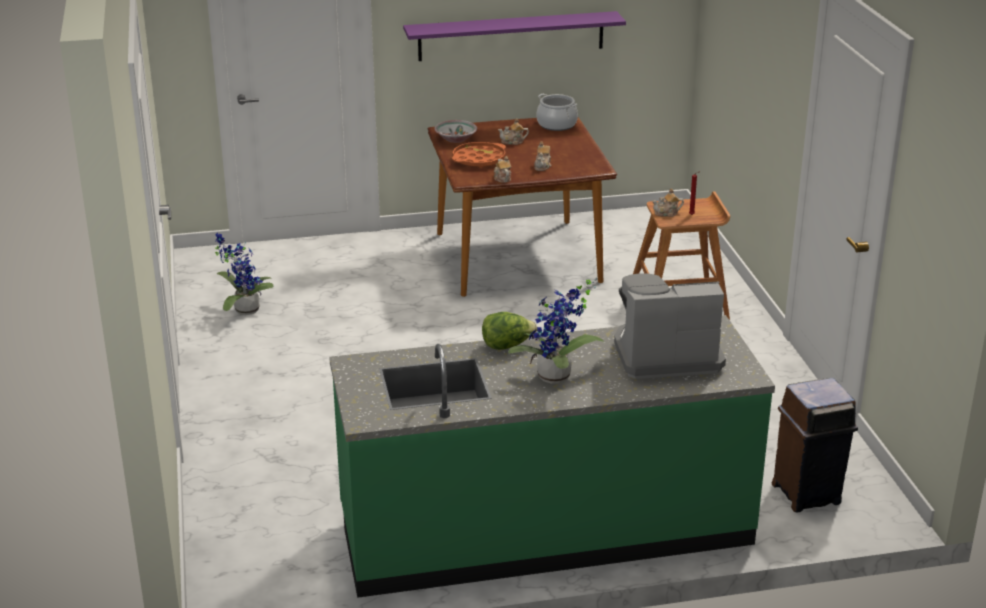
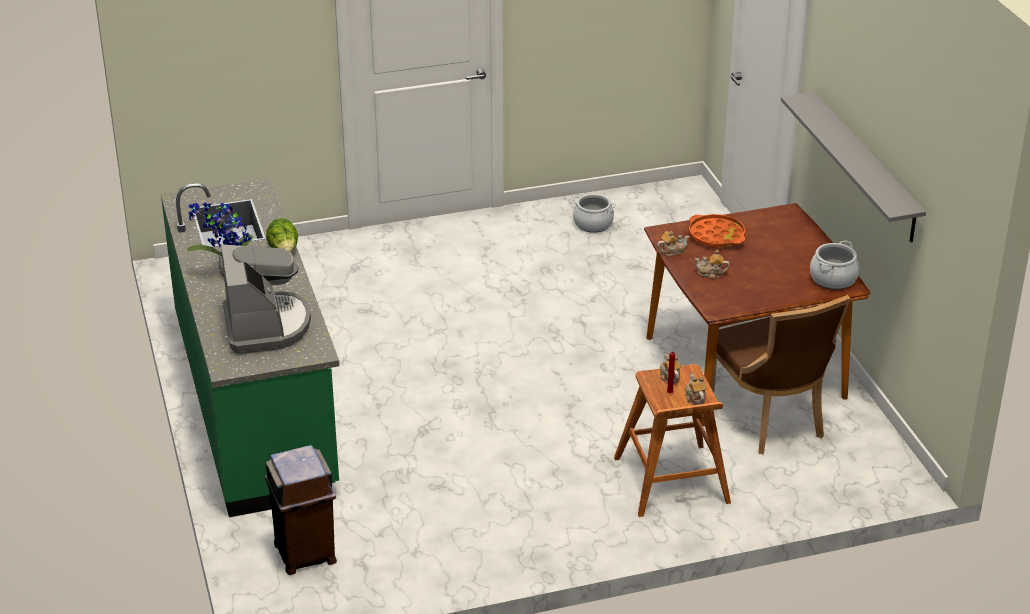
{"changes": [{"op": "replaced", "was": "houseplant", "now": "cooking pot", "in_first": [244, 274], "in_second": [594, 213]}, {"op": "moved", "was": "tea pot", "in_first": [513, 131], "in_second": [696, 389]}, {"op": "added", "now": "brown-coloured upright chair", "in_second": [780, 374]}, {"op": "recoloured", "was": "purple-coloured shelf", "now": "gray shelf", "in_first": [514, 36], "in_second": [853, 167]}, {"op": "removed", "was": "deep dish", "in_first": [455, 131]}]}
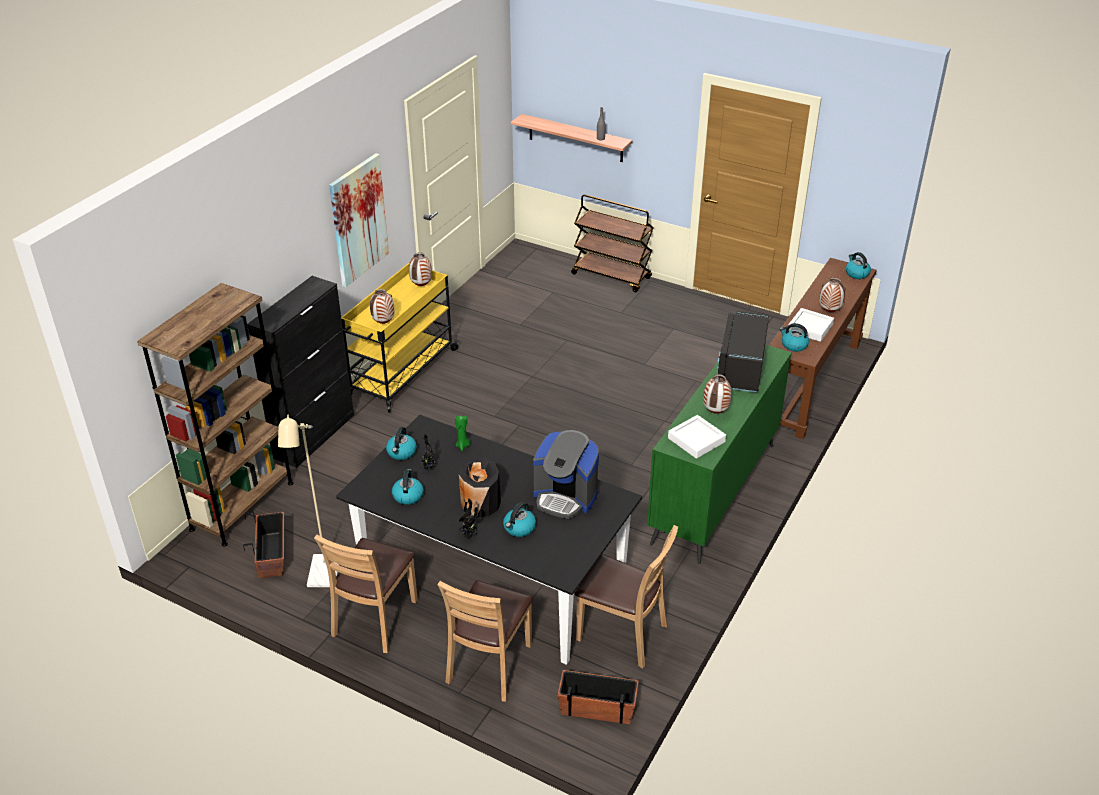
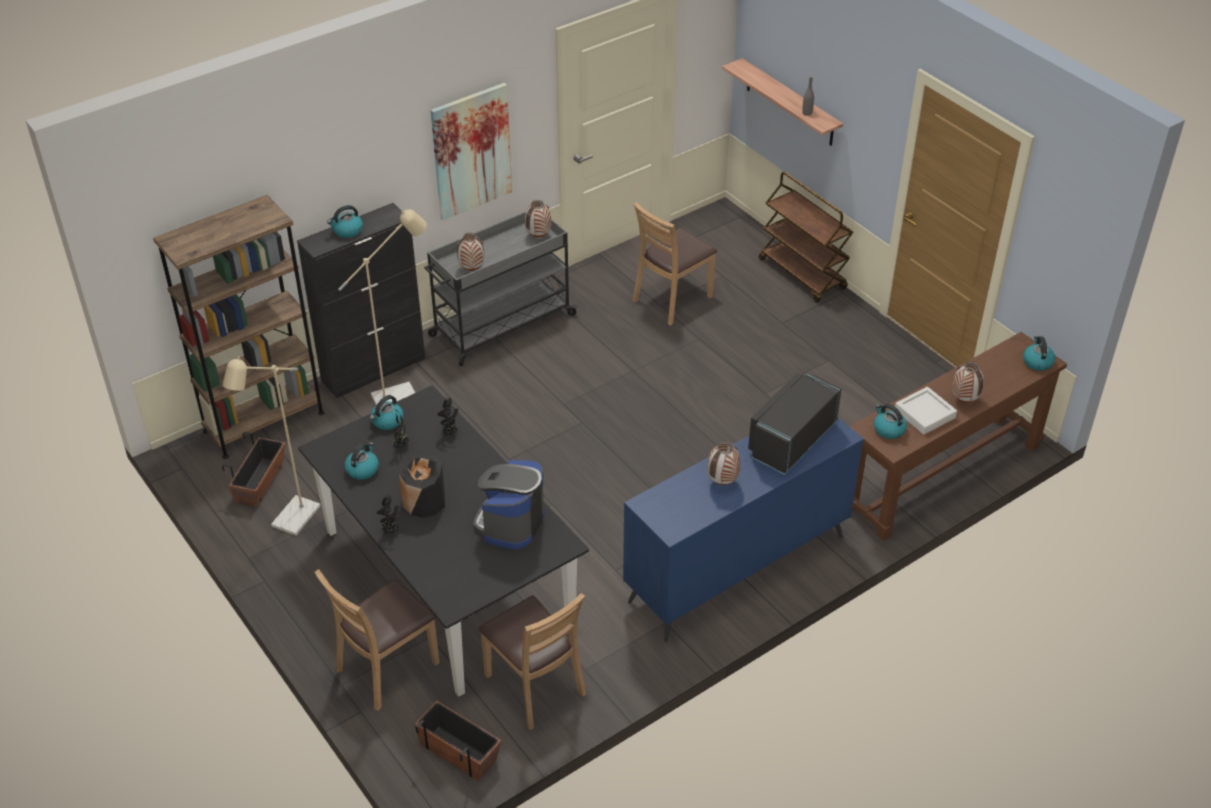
{"changes": [{"op": "moved", "was": "water kettle", "in_first": [519, 519], "in_second": [345, 221]}, {"op": "added", "now": "sand-coloured standing lamp", "in_second": [382, 307]}, {"op": "recoloured", "was": "yellow cart", "now": "gray cart", "in_first": [400, 338], "in_second": [501, 289]}, {"op": "replaced", "was": "greenish wax candle", "now": "houseplant", "in_first": [462, 433], "in_second": [447, 416]}, {"op": "turned", "was": "coffee machine", "in_first": [566, 474], "in_second": [509, 505], "clockwise": 60}, {"op": "recoloured", "was": "greenish chest of drawers", "now": "bluish chest of drawers", "in_first": [719, 454], "in_second": [743, 529]}, {"op": "moved", "was": "brown-coloured upright chair", "in_first": [366, 594], "in_second": [674, 263]}, {"op": "removed", "was": "white carrying tray", "in_first": [697, 437]}]}
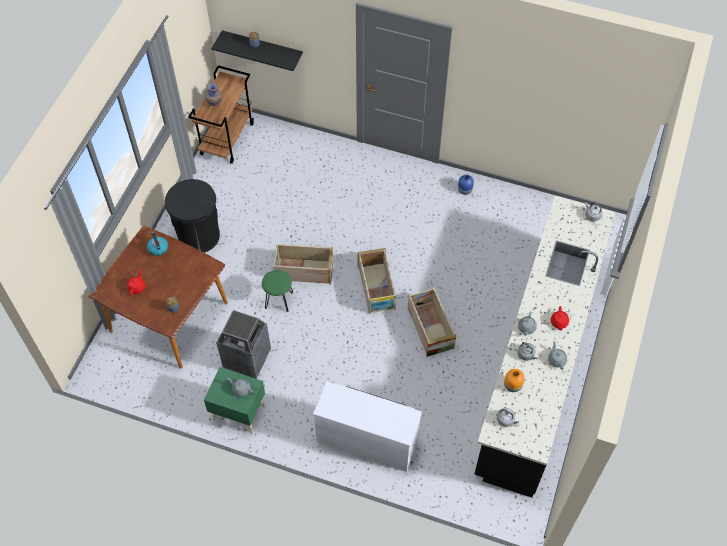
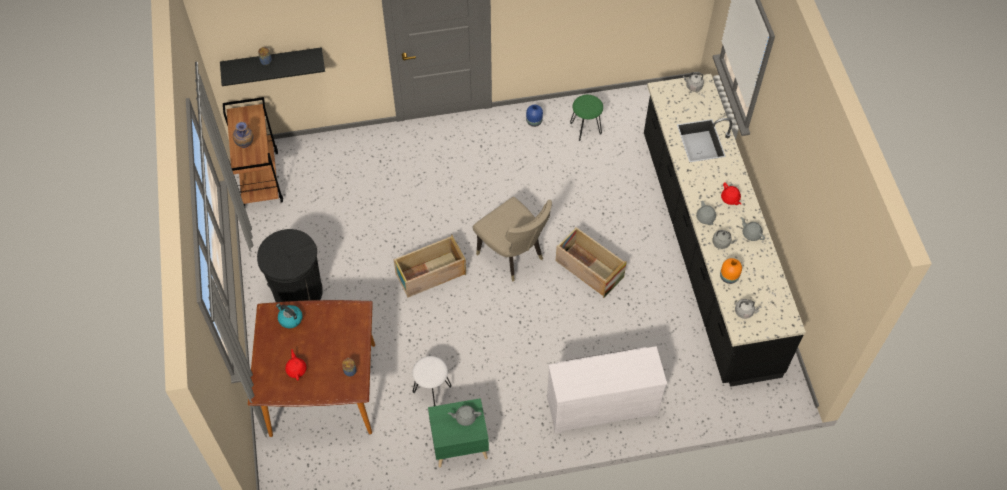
{"changes": [{"op": "replaced", "was": "rubbish bin", "now": "white sitting stool", "in_first": [243, 344], "in_second": [432, 381]}, {"op": "replaced", "was": "shipping crate", "now": "sand-coloured upright chair", "in_first": [376, 281], "in_second": [512, 239]}, {"op": "moved", "was": "greenish sitting stool", "in_first": [277, 291], "in_second": [586, 118]}]}
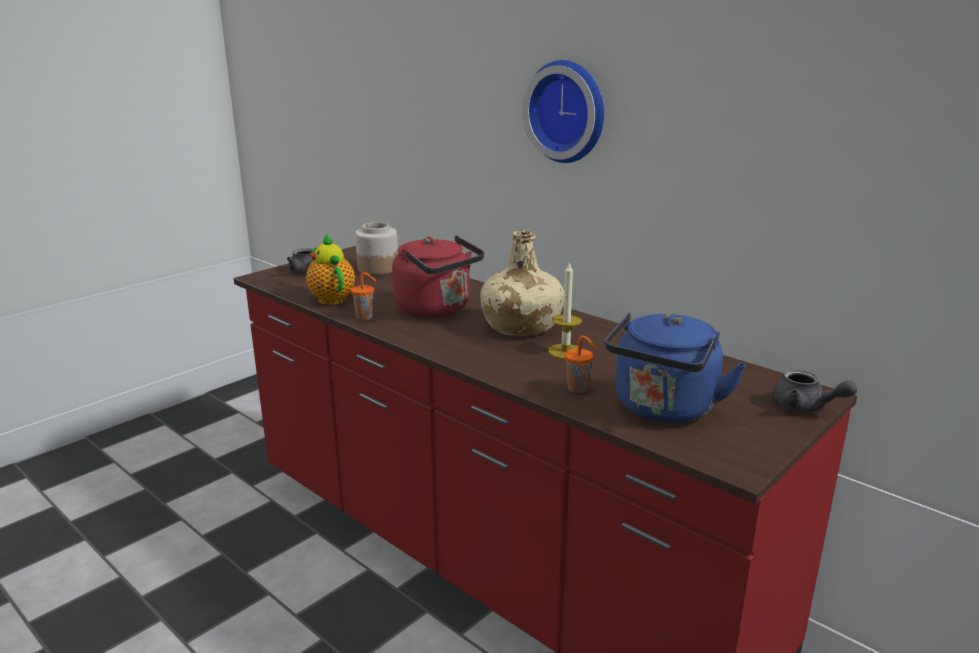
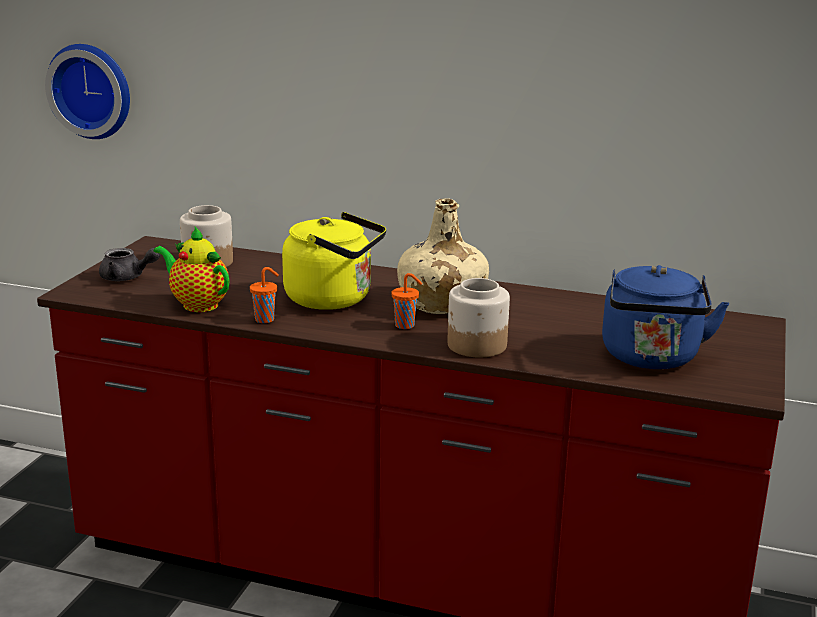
{"changes": [{"op": "moved", "was": "clock on the wall", "in_first": [563, 111], "in_second": [87, 91]}, {"op": "recoloured", "was": "reddish water kettle", "now": "yellow water kettle", "in_first": [438, 276], "in_second": [334, 261]}, {"op": "moved", "was": "orange cup", "in_first": [580, 364], "in_second": [406, 301]}, {"op": "added", "now": "storage jar", "in_second": [478, 317]}, {"op": "removed", "was": "wax candle", "in_first": [565, 310]}, {"op": "removed", "was": "gray tea pot", "in_first": [814, 390]}]}
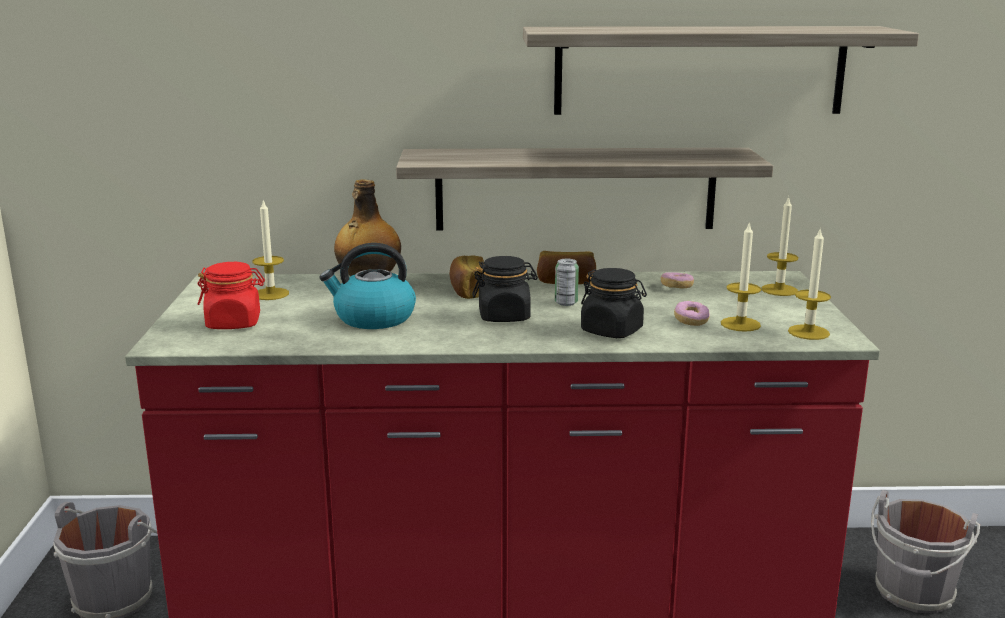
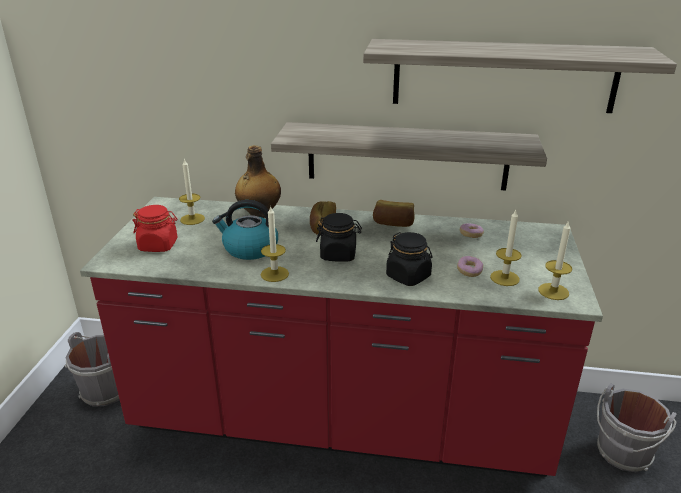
{"changes": [{"op": "moved", "was": "wax candle", "in_first": [779, 246], "in_second": [275, 243]}, {"op": "removed", "was": "sealed can", "in_first": [567, 282]}]}
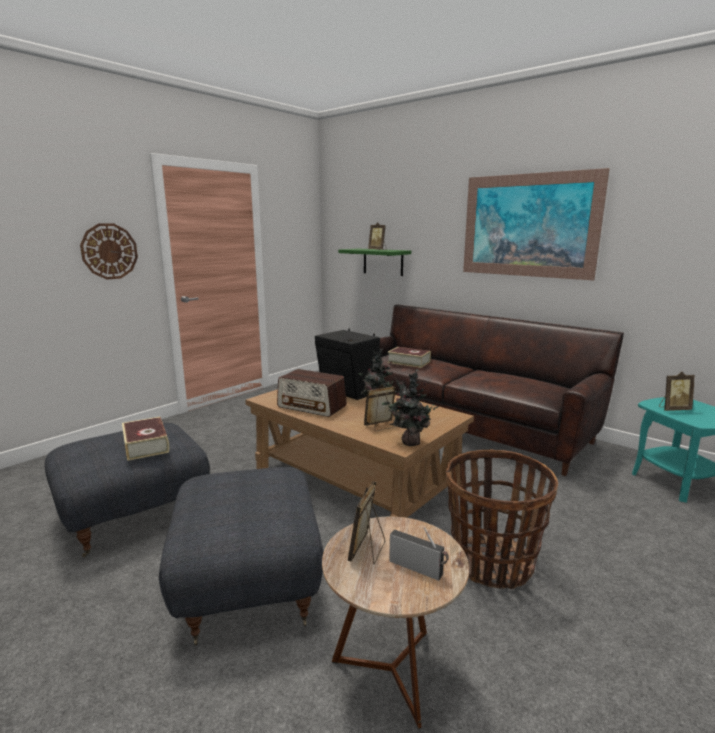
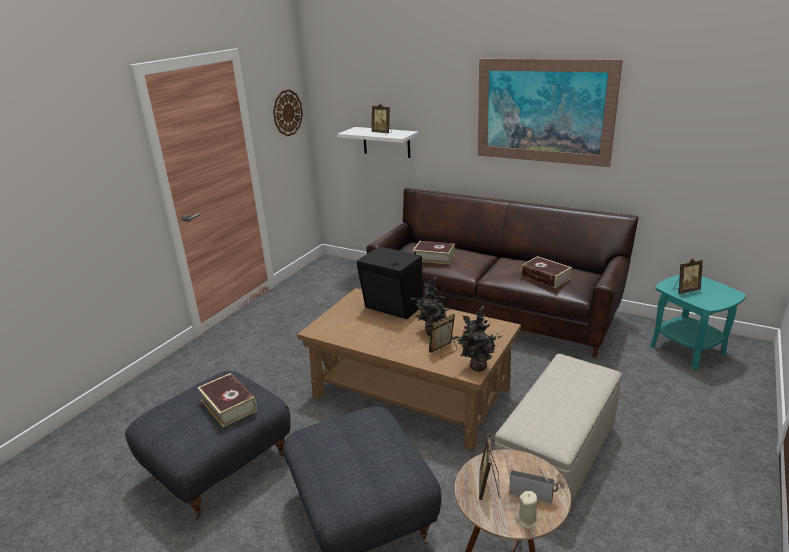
{"changes": [{"op": "moved", "was": "clock on the wall", "in_first": [109, 251], "in_second": [288, 113]}, {"op": "recoloured", "was": "greenish shelf", "now": "white shelf", "in_first": [374, 262], "in_second": [378, 142]}, {"op": "replaced", "was": "household basket", "now": "sand-coloured footrest", "in_first": [502, 519], "in_second": [558, 429]}, {"op": "added", "now": "sand-coloured wax candle", "in_second": [527, 509]}, {"op": "added", "now": "volume", "in_second": [546, 272]}, {"op": "removed", "was": "radio receiver", "in_first": [312, 393]}]}
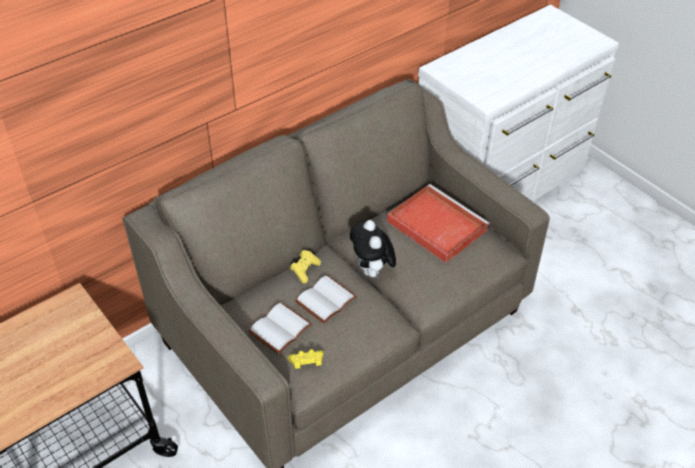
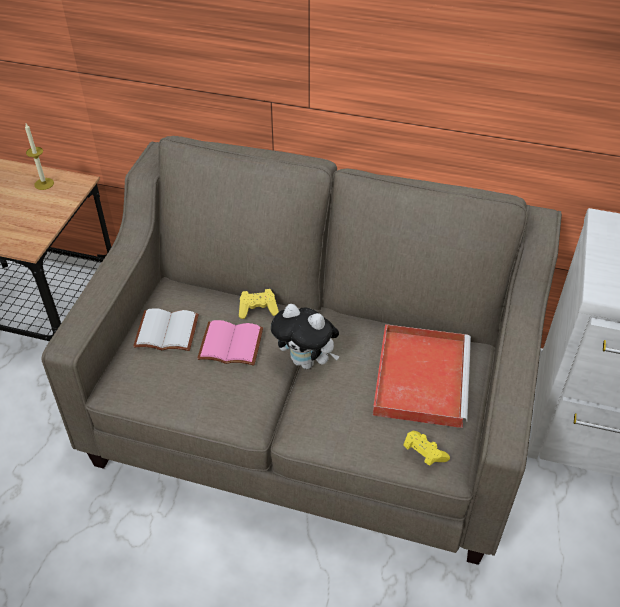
{"changes": [{"op": "added", "now": "wax candle", "in_second": [39, 157]}, {"op": "recoloured", "was": "white volume", "now": "pink volume", "in_first": [326, 299], "in_second": [230, 343]}, {"op": "turned", "was": "cuddly toy", "in_first": [373, 250], "in_second": [305, 336], "clockwise": -105}, {"op": "moved", "was": "yellow game controller", "in_first": [306, 359], "in_second": [426, 448]}]}
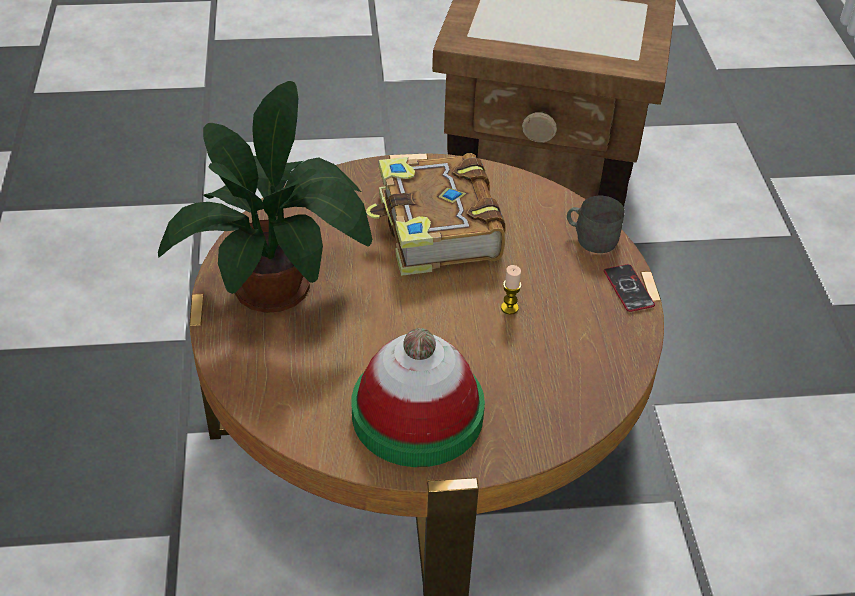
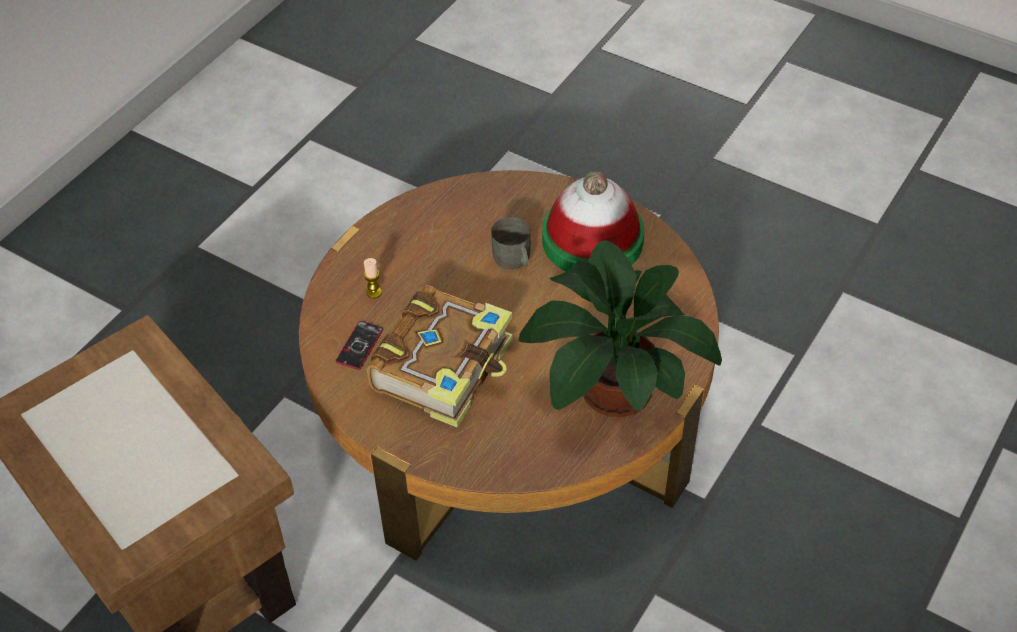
{"changes": [{"op": "moved", "was": "handset", "in_first": [629, 288], "in_second": [359, 345]}, {"op": "moved", "was": "wax candle", "in_first": [511, 289], "in_second": [373, 278]}, {"op": "moved", "was": "gray mug", "in_first": [596, 224], "in_second": [511, 243]}]}
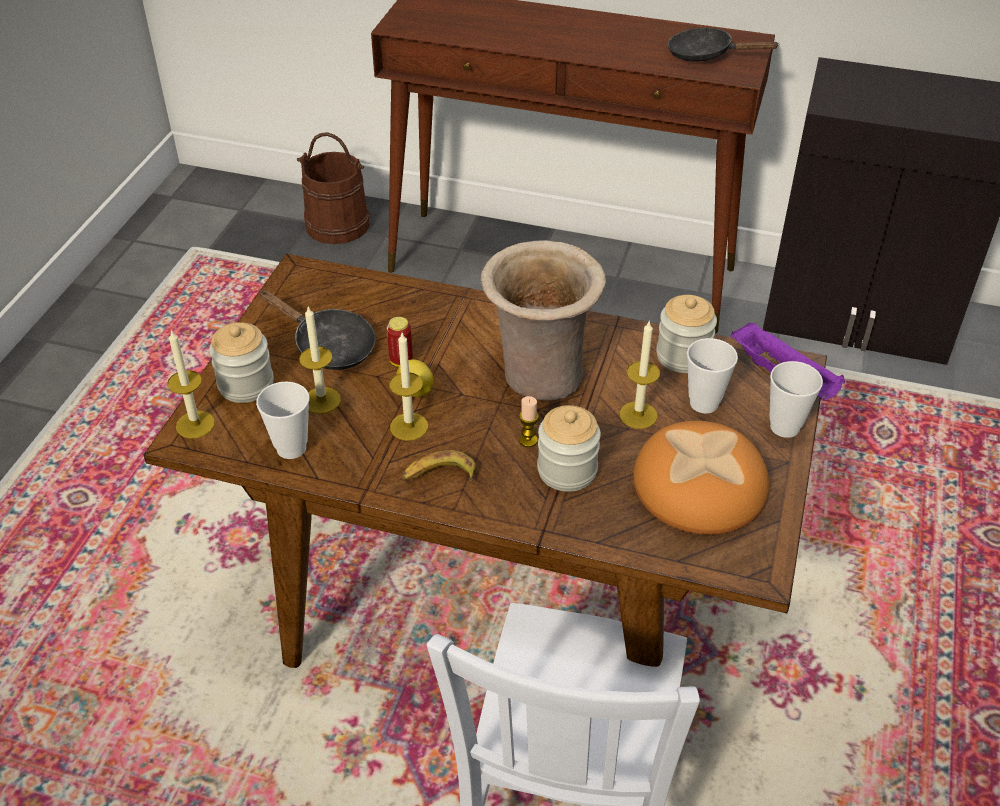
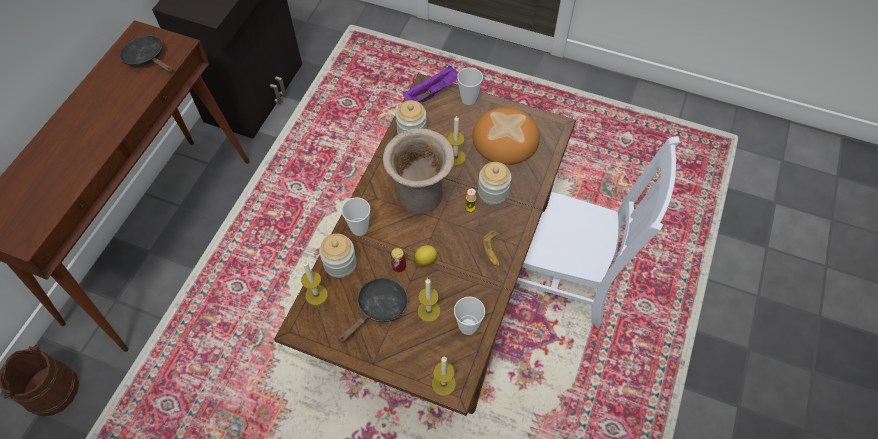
{"changes": [{"op": "turned", "was": "black-coloured frying pan", "in_first": [724, 44], "in_second": [146, 54], "clockwise": 105}, {"op": "moved", "was": "wax candle", "in_first": [408, 387], "in_second": [314, 283]}, {"op": "moved", "was": "storage jar", "in_first": [241, 362], "in_second": [338, 256]}, {"op": "moved", "was": "cup", "in_first": [712, 376], "in_second": [355, 216]}]}
